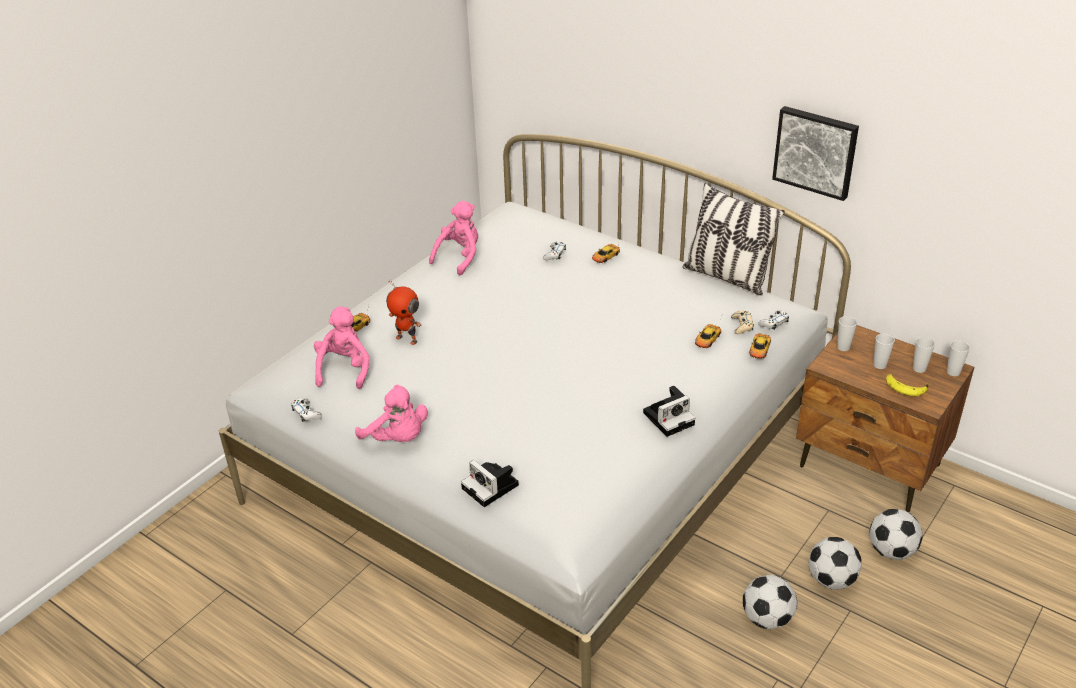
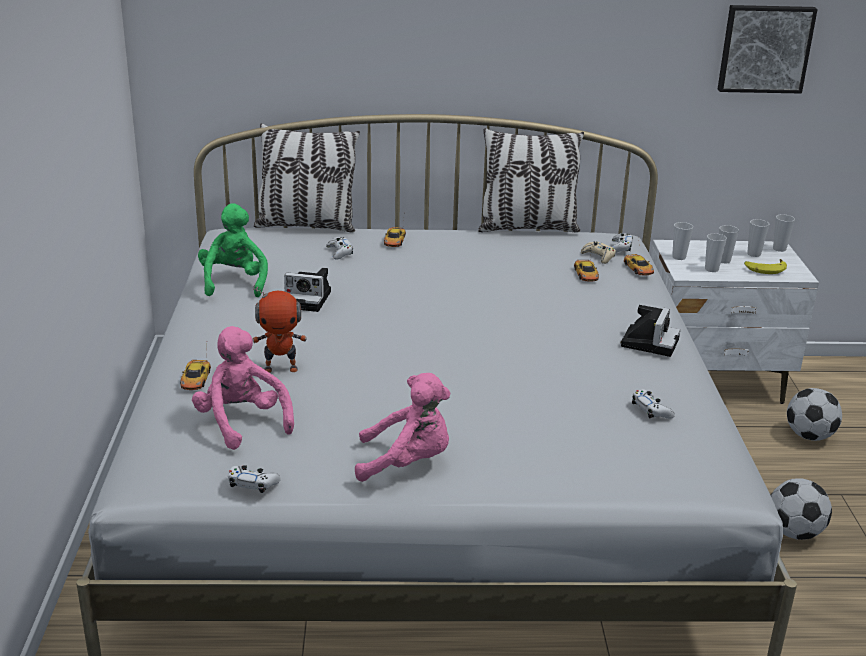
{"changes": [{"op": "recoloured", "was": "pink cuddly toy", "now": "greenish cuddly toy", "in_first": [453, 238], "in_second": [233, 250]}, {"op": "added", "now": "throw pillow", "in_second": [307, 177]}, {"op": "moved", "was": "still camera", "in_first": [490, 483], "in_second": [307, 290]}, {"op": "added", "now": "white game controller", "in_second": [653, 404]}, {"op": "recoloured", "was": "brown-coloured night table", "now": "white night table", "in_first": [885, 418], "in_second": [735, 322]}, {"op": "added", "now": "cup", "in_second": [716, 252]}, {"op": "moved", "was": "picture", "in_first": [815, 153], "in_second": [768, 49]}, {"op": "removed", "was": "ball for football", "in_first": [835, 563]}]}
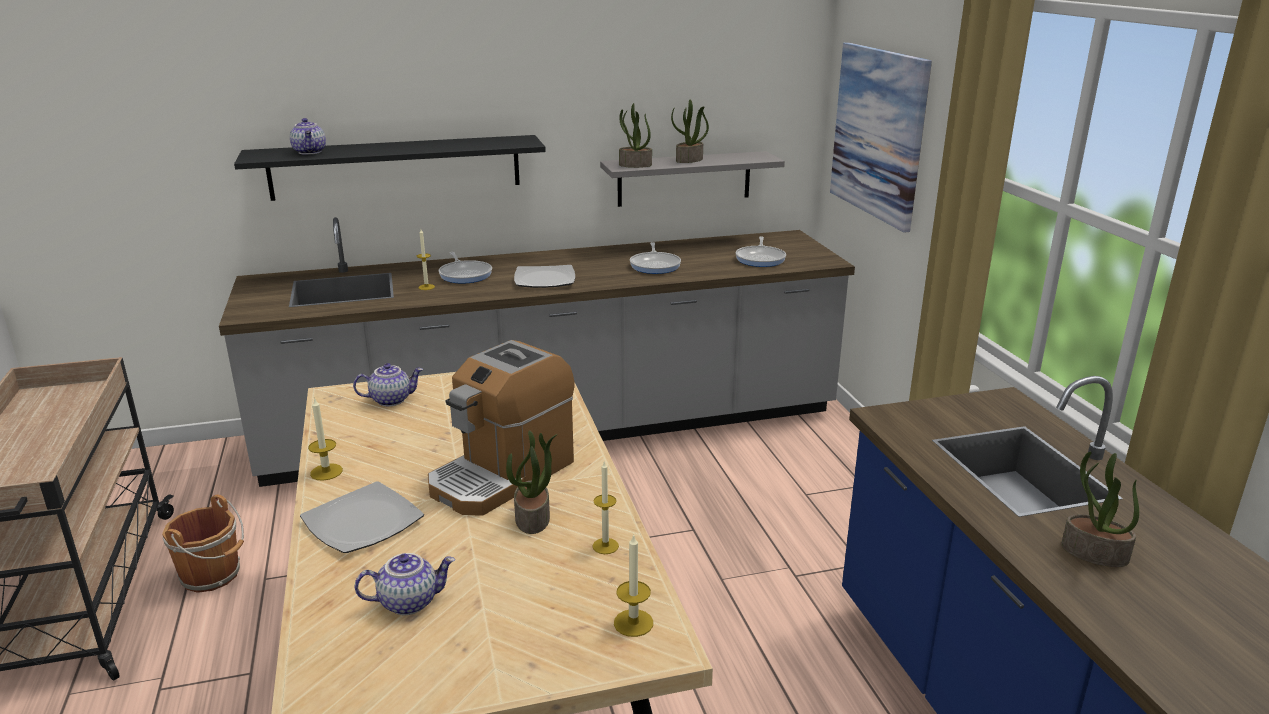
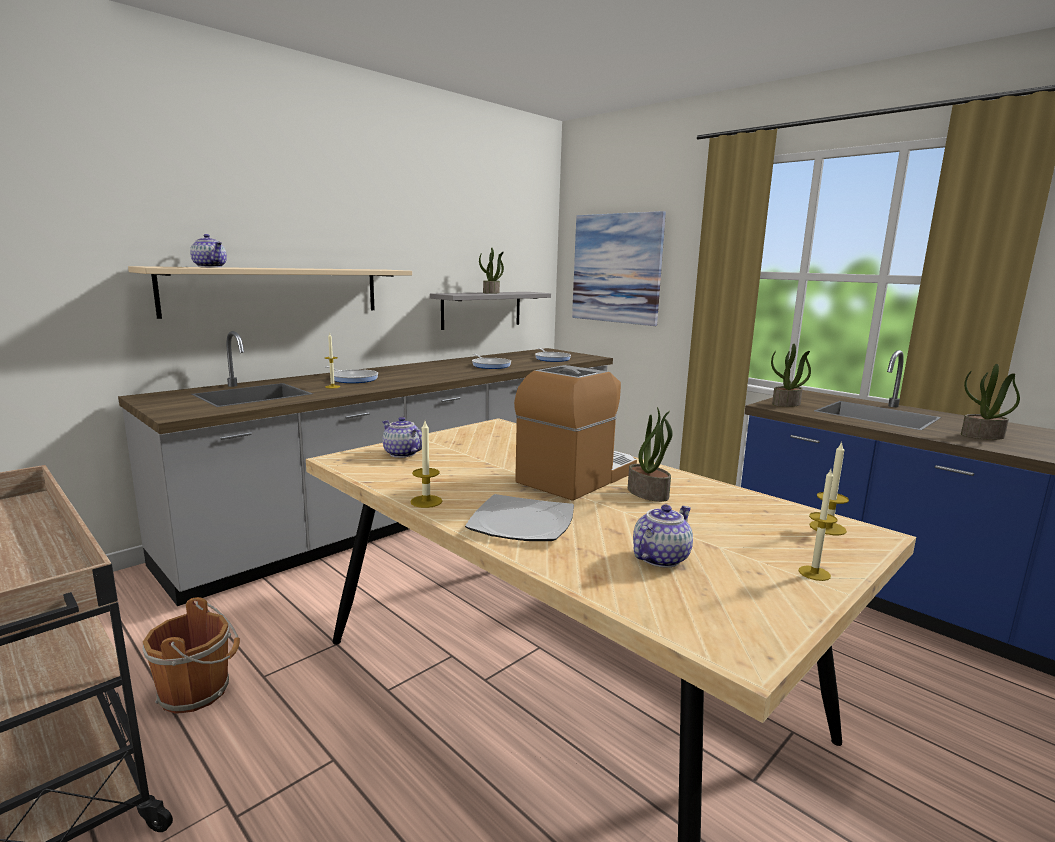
{"changes": [{"op": "recoloured", "was": "black-coloured shelf", "now": "sand-coloured shelf", "in_first": [390, 168], "in_second": [270, 292]}, {"op": "turned", "was": "tea pot", "in_first": [388, 384], "in_second": [402, 437], "clockwise": -90}, {"op": "turned", "was": "coffee machine", "in_first": [501, 428], "in_second": [575, 433], "clockwise": -150}, {"op": "moved", "was": "houseplant", "in_first": [635, 135], "in_second": [791, 375]}, {"op": "moved", "was": "wax candle", "in_first": [606, 507], "in_second": [818, 525]}, {"op": "removed", "was": "dinner plate", "in_first": [544, 276]}]}
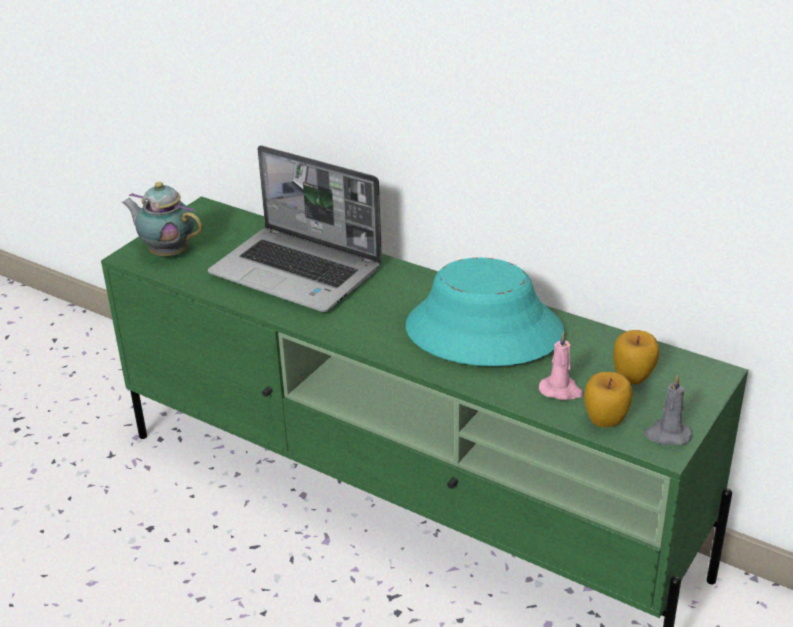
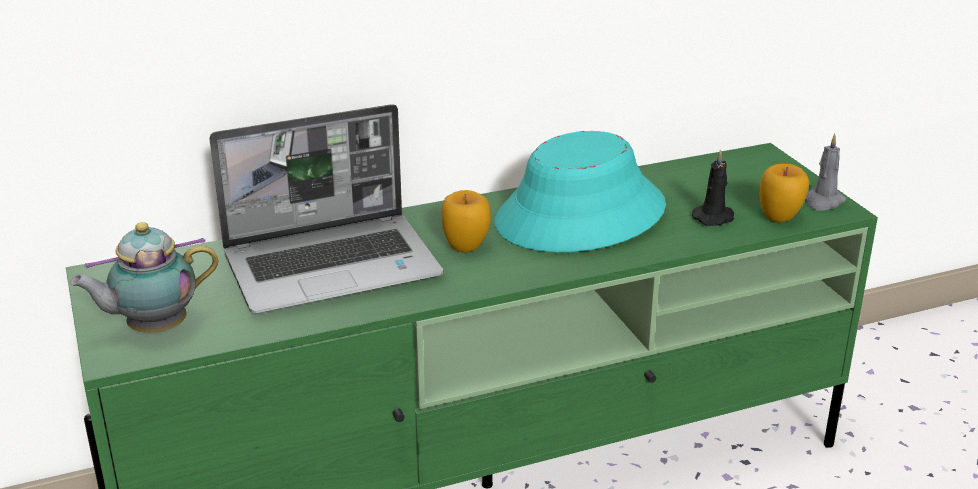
{"changes": [{"op": "moved", "was": "apple fruit", "in_first": [636, 357], "in_second": [466, 221]}, {"op": "recoloured", "was": "pink wax candle", "now": "black-coloured wax candle", "in_first": [561, 365], "in_second": [713, 187]}]}
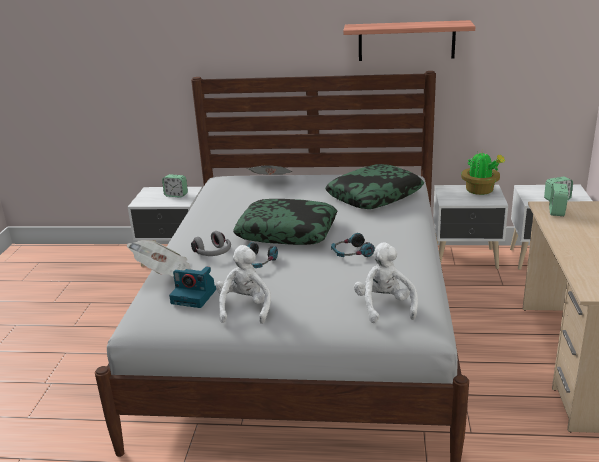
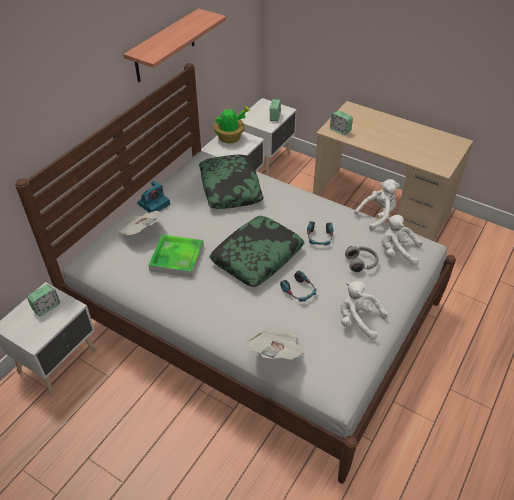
{"changes": [{"op": "moved", "was": "still camera", "in_first": [192, 287], "in_second": [153, 197]}, {"op": "added", "now": "carrying tray", "in_second": [176, 256]}, {"op": "moved", "was": "gray pair of headphones", "in_first": [211, 243], "in_second": [362, 259]}, {"op": "added", "now": "white cuddly toy", "in_second": [377, 204]}]}
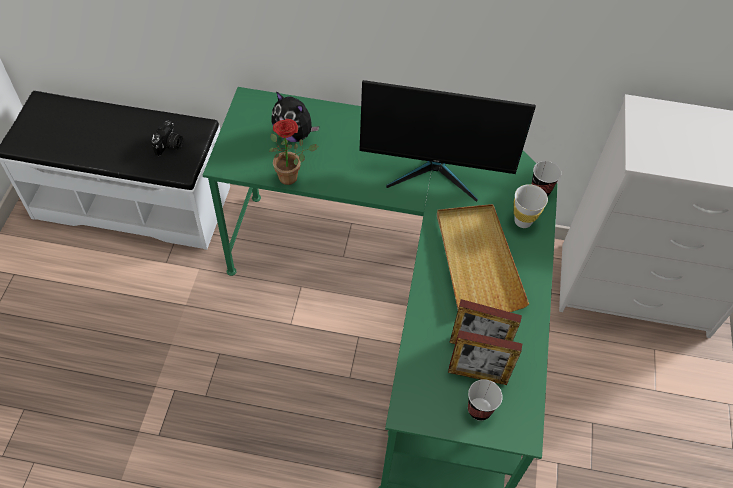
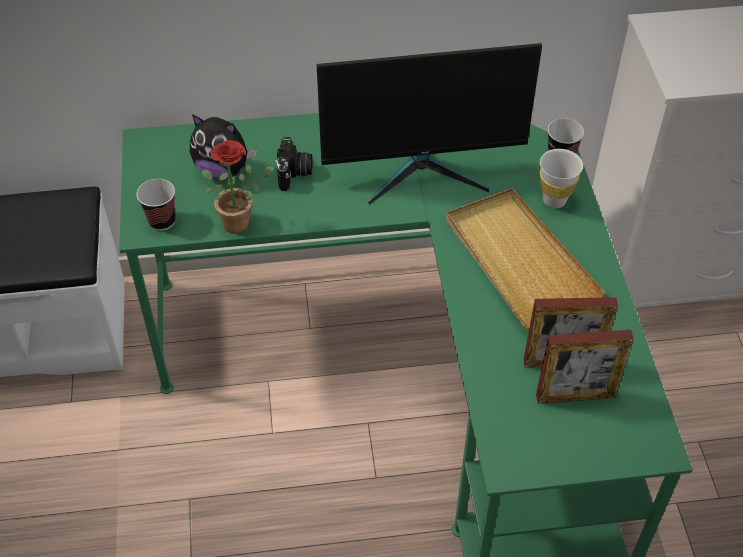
{"changes": [{"op": "moved", "was": "cup", "in_first": [485, 400], "in_second": [156, 205]}, {"op": "moved", "was": "still camera", "in_first": [167, 138], "in_second": [294, 164]}]}
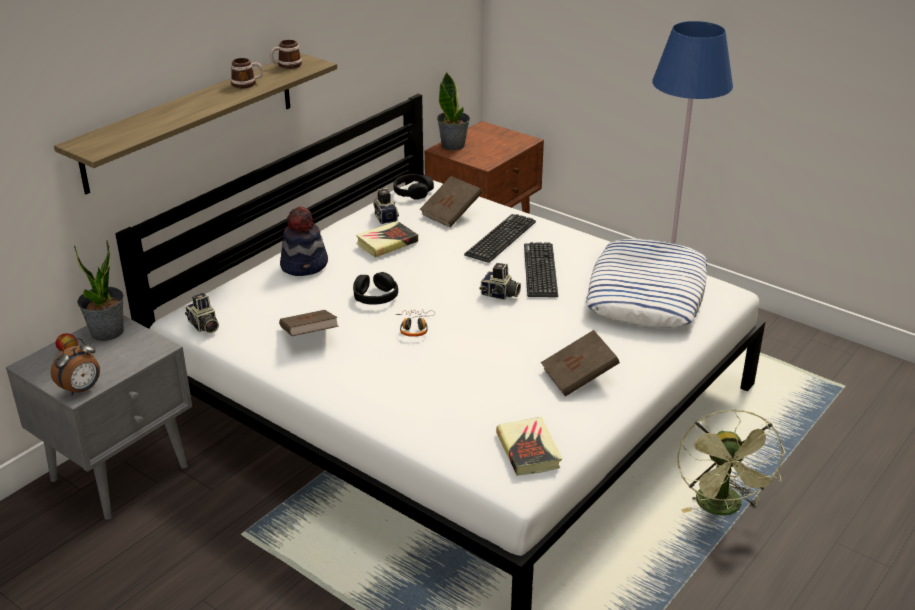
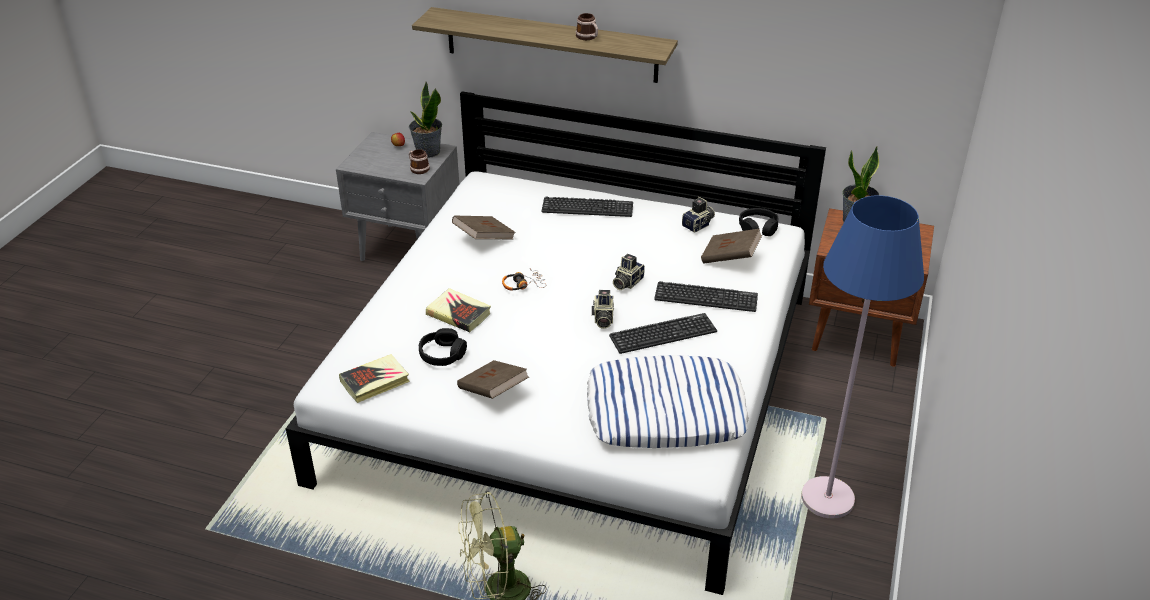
{"changes": [{"op": "moved", "was": "mug", "in_first": [286, 54], "in_second": [419, 161]}, {"op": "moved", "was": "black-coloured pair of headphones", "in_first": [375, 288], "in_second": [443, 347]}, {"op": "moved", "was": "volume", "in_first": [387, 239], "in_second": [458, 310]}, {"op": "replaced", "was": "clothing hat", "now": "PC keyboard", "in_first": [304, 241], "in_second": [587, 207]}, {"op": "moved", "was": "still camera", "in_first": [202, 313], "in_second": [629, 272]}, {"op": "removed", "was": "bedside clock", "in_first": [75, 367]}]}
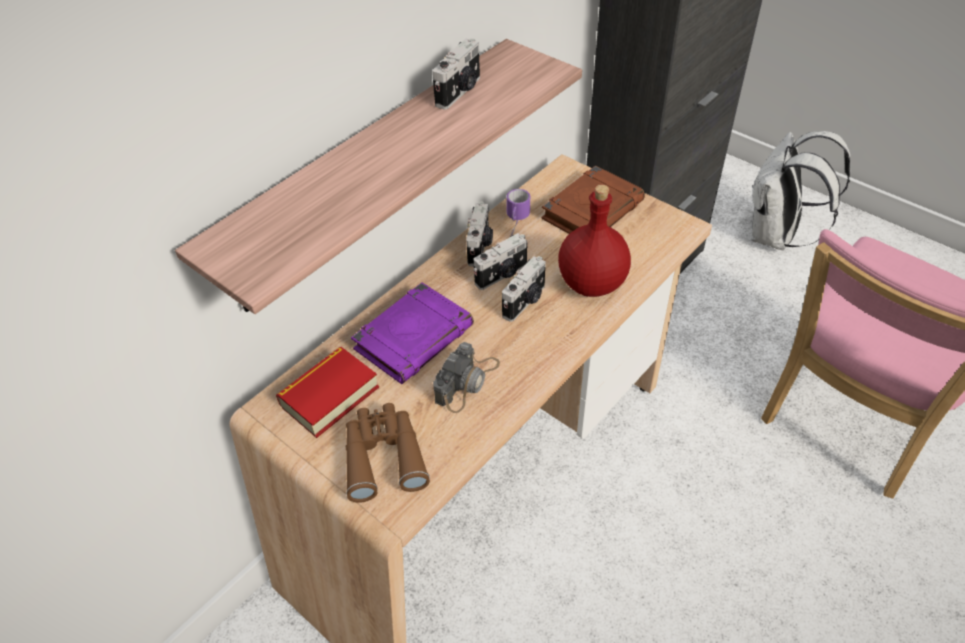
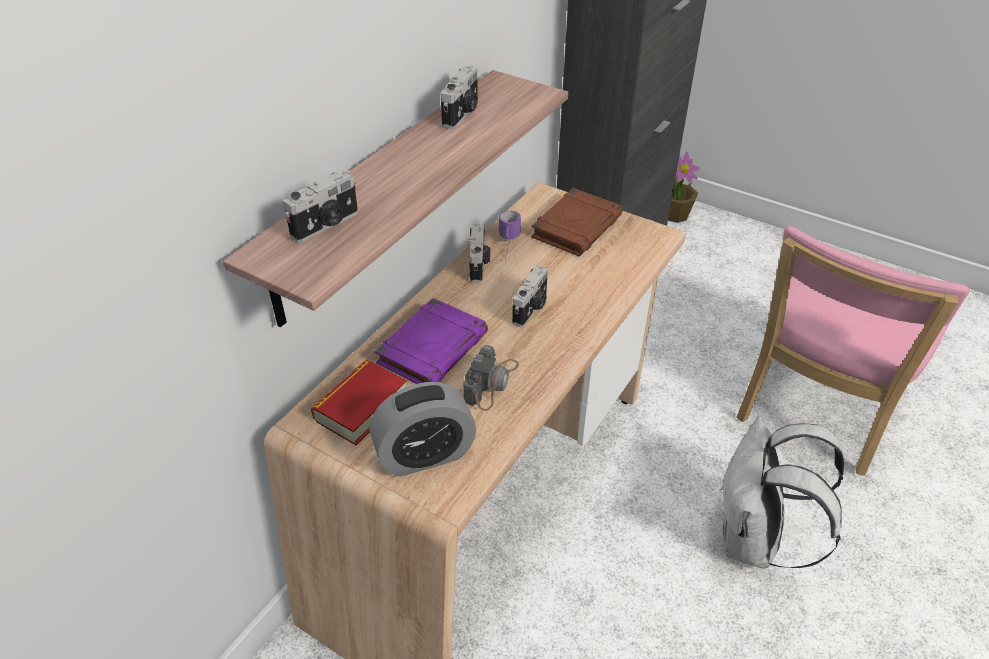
{"changes": [{"op": "moved", "was": "still camera", "in_first": [501, 261], "in_second": [320, 206]}, {"op": "replaced", "was": "brown-coloured pair of binoculars", "now": "bedside clock", "in_first": [388, 453], "in_second": [422, 429]}, {"op": "added", "now": "houseplant", "in_second": [684, 187]}, {"op": "moved", "was": "white backpack", "in_first": [801, 190], "in_second": [781, 492]}, {"op": "removed", "was": "reddish beverage bottle", "in_first": [594, 240]}]}
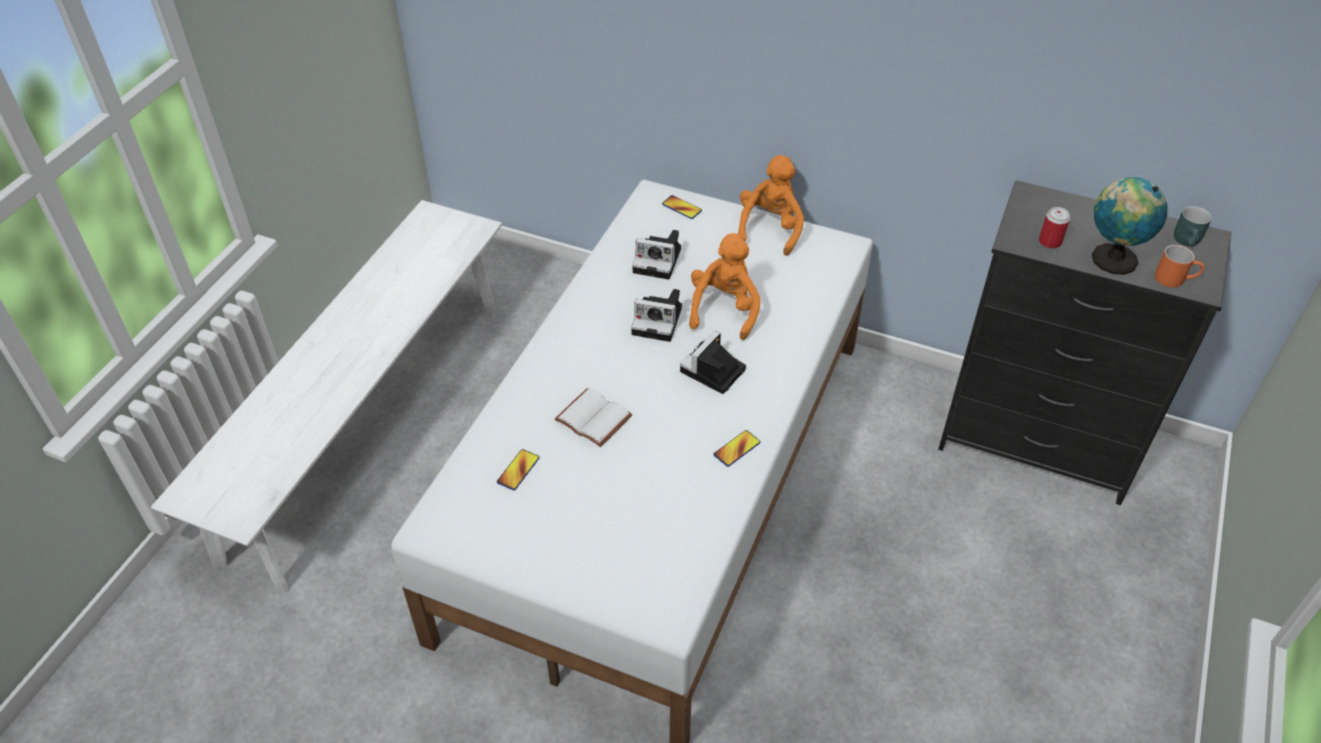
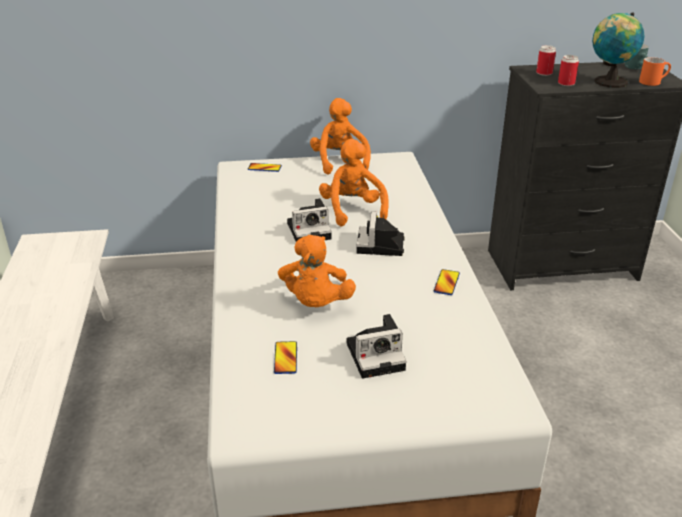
{"changes": [{"op": "replaced", "was": "white volume", "now": "orange cuddly toy", "in_first": [594, 417], "in_second": [317, 271]}, {"op": "moved", "was": "still camera", "in_first": [656, 255], "in_second": [377, 346]}, {"op": "added", "now": "sealed can", "in_second": [546, 60]}]}
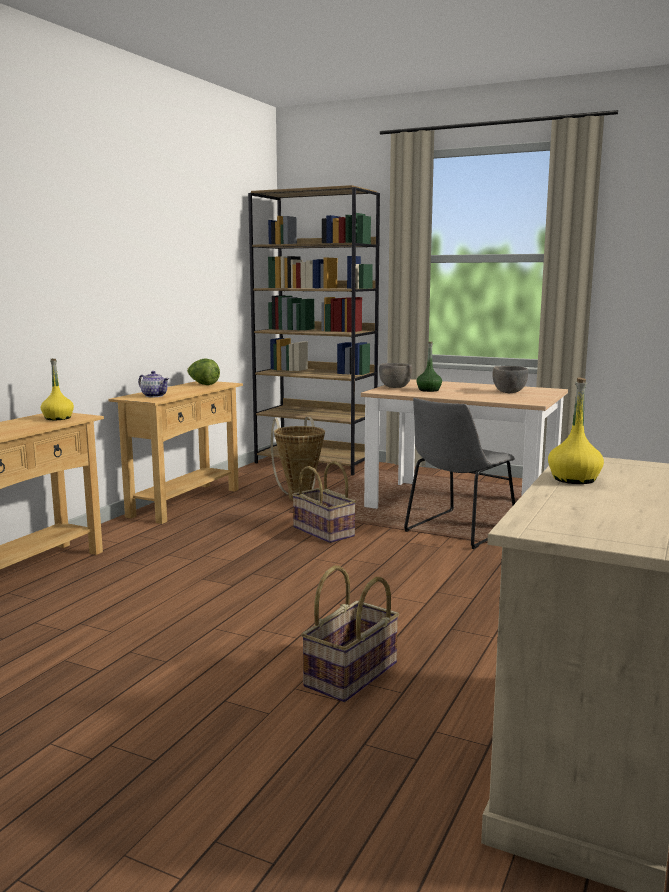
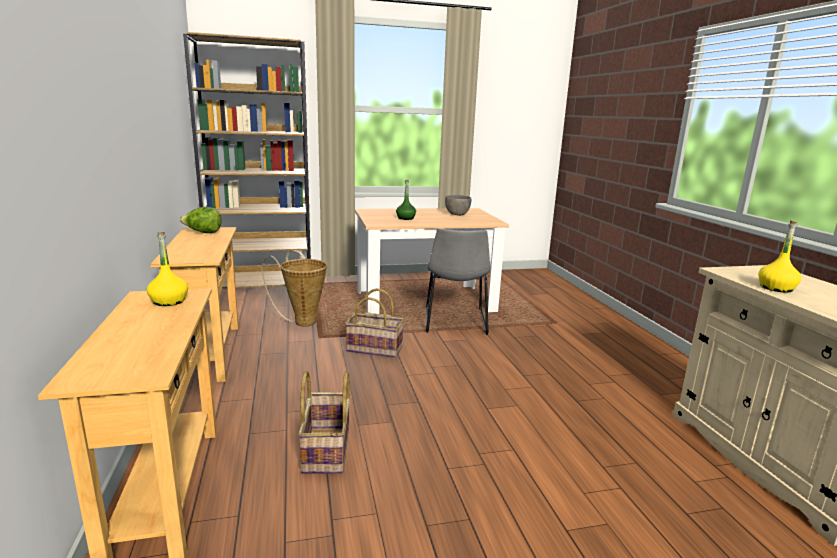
{"changes": [{"op": "moved", "was": "household basket", "in_first": [350, 633], "in_second": [324, 422]}, {"op": "removed", "was": "tea pot", "in_first": [153, 384]}, {"op": "removed", "was": "gray deep dish", "in_first": [395, 375]}]}
